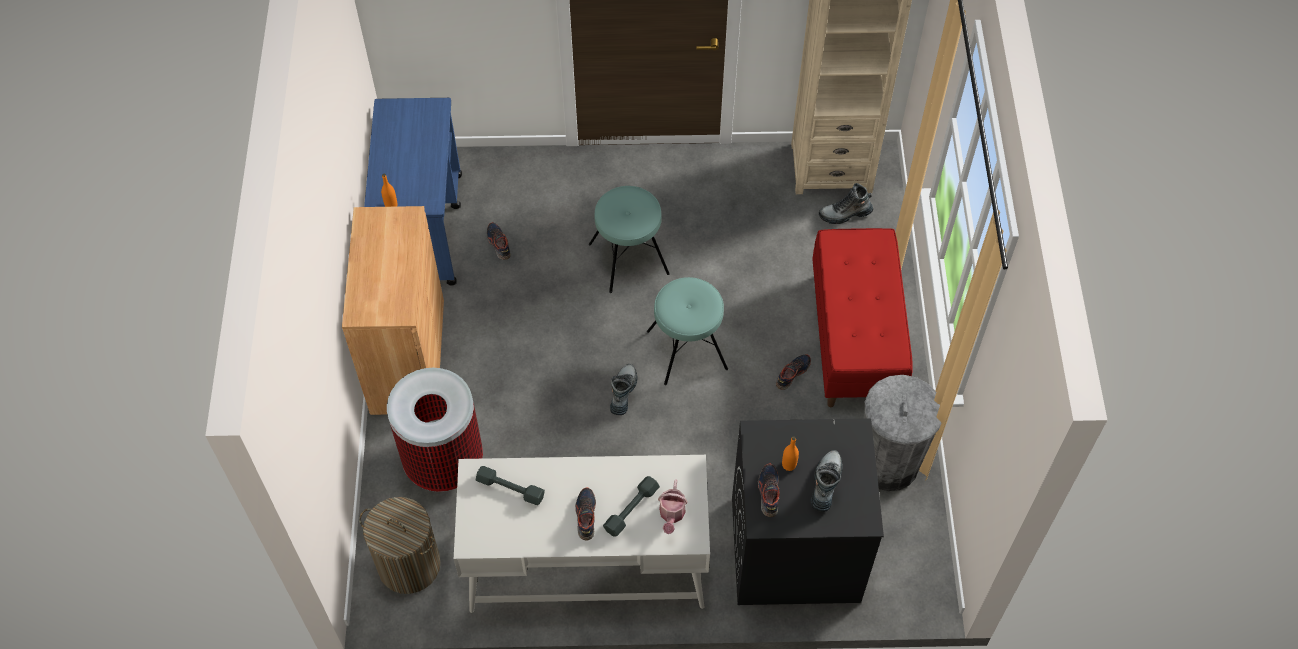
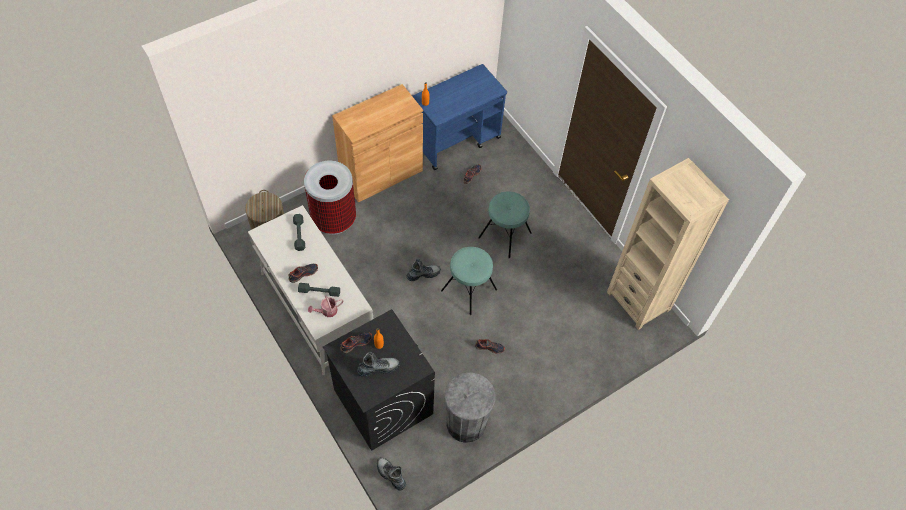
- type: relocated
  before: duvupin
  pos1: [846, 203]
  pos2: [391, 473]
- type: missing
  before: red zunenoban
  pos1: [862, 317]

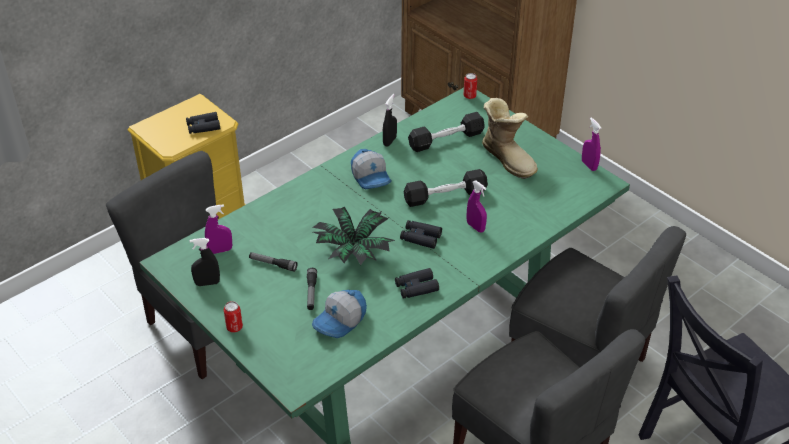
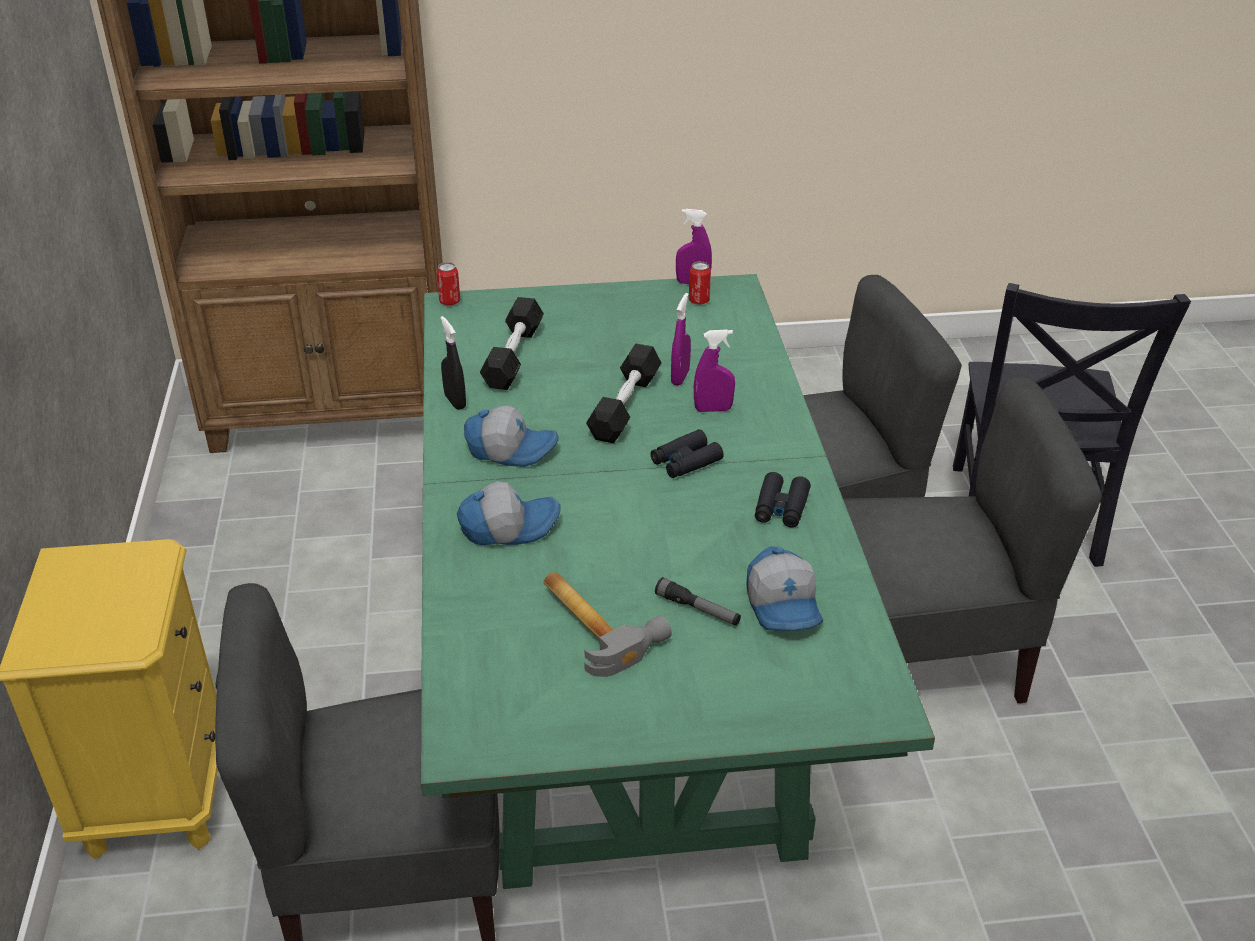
- type: appeared
  after: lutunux
  pos2: [509, 513]
- type: exchanged
  before: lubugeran
  after: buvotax
  pos1: [273, 262]
  pos2: [607, 624]
- type: relocated
  before: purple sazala
  pos1: [218, 229]
  pos2: [681, 339]
- type: relocated
  before: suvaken
  pos1: [233, 317]
  pos2: [700, 283]
- type: missing
  before: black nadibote
  pos1: [203, 123]
- type: missing
  before: black sazala
  pos1: [205, 262]
- type: missing
  before: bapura
  pos1: [353, 235]
- type: missing
  before: duvupin
  pos1: [510, 138]

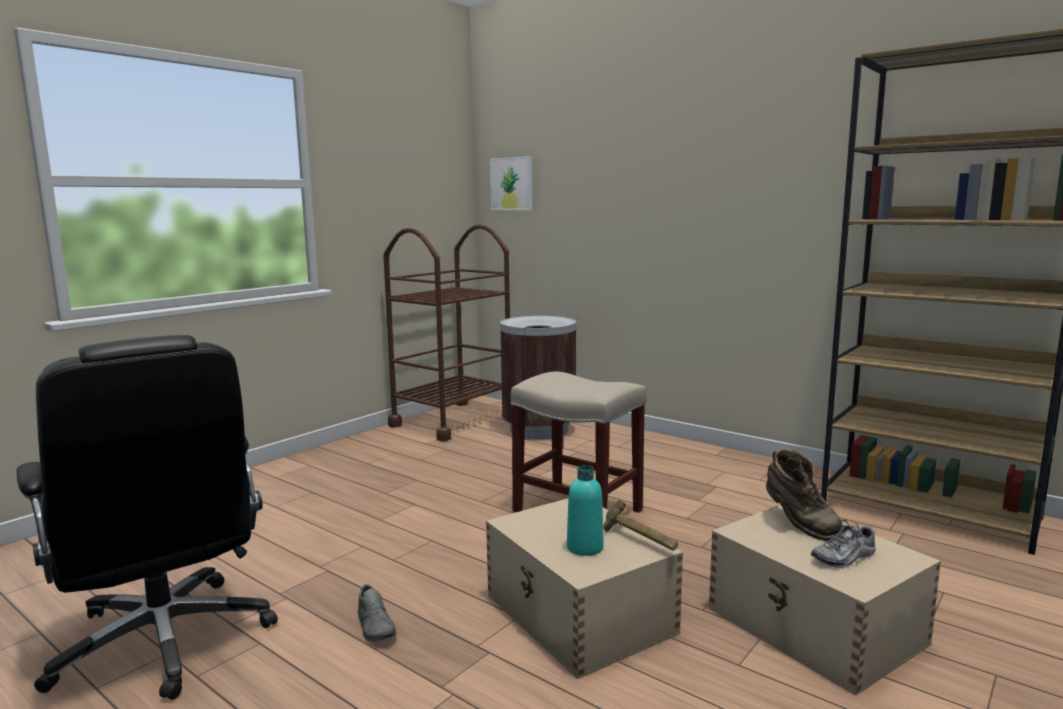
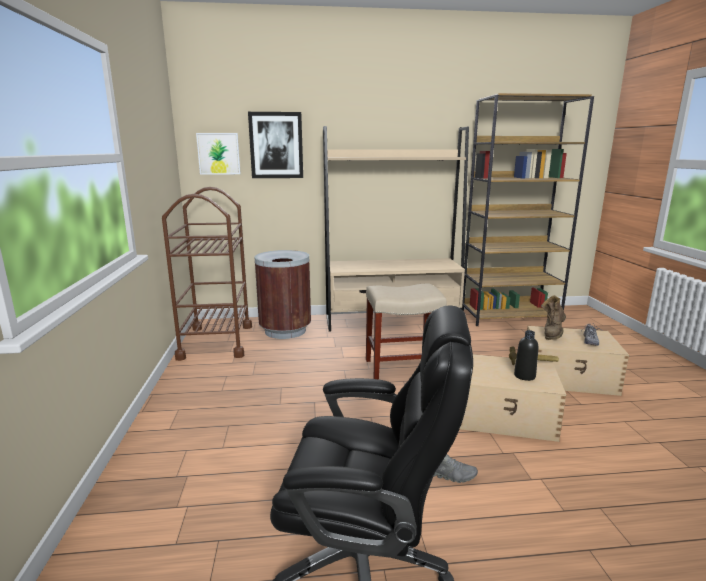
- type: appeared
  after: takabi
  pos2: [275, 145]
- type: appeared
  after: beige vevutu
  pos2: [396, 228]
- type: colour
  before: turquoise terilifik
  after: black terilifik
  pos1: [585, 510]
  pos2: [526, 355]
- type: spun
  before: brown duvupin
  pos1: [804, 494]
  pos2: [553, 317]
  turn: 105

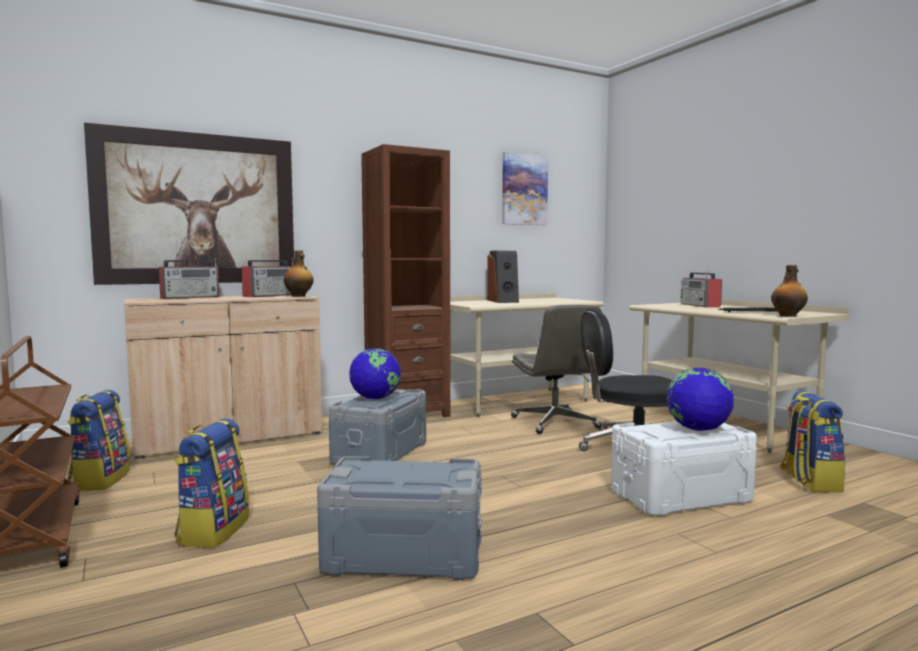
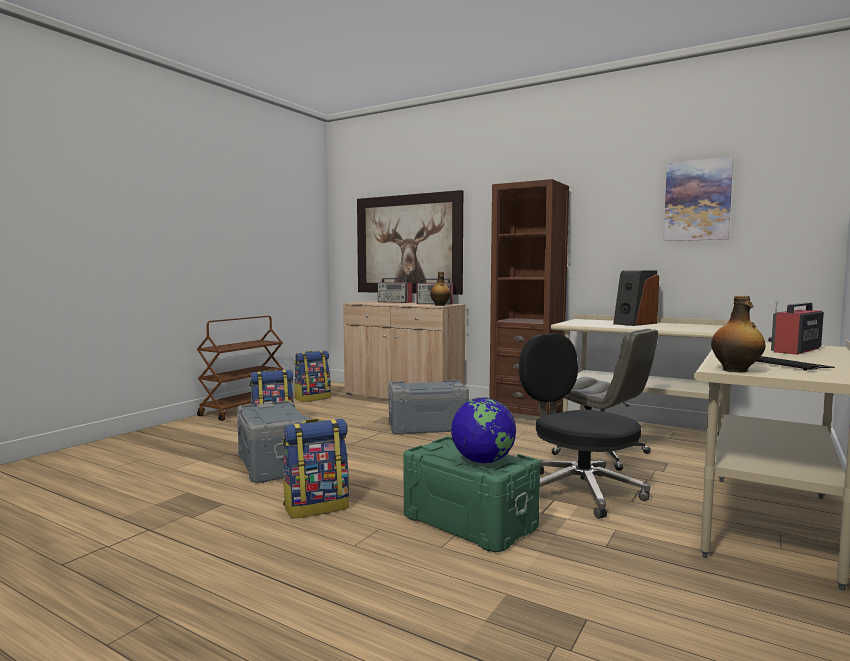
- type: relocated
  before: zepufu
  pos1: [813, 441]
  pos2: [315, 469]
- type: colour
  before: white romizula
  after: green romizula
  pos1: [684, 469]
  pos2: [471, 494]
- type: spun
  before: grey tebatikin
  pos1: [556, 369]
  pos2: [604, 400]
  turn: -90
- type: missing
  before: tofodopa
  pos1: [375, 373]

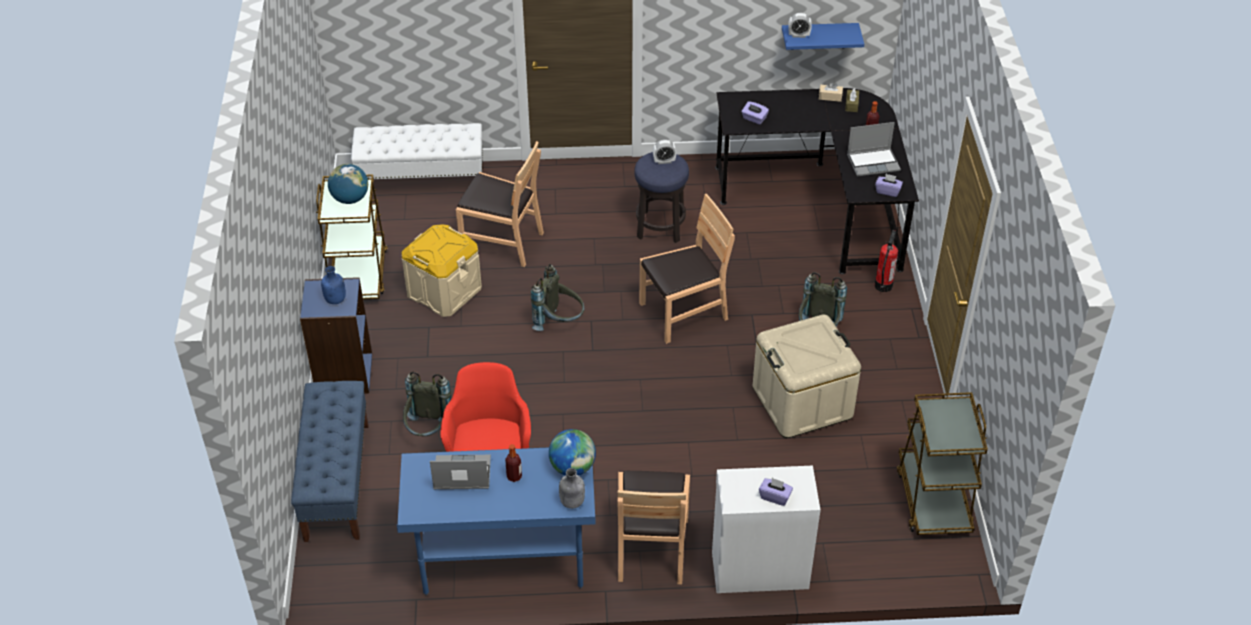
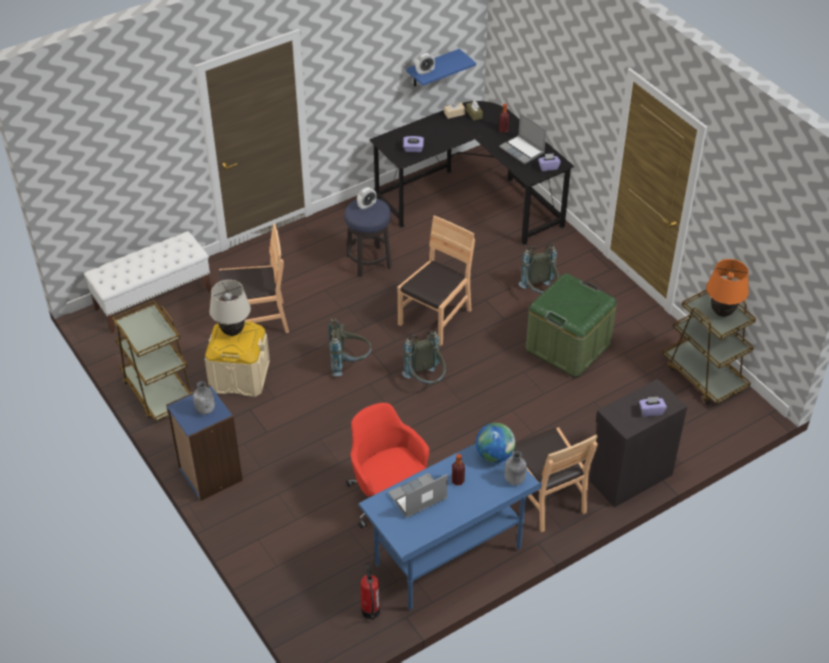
- type: colour
  before: blue terilifik
  after: grey terilifik
  pos1: [333, 285]
  pos2: [204, 398]
- type: appeared
  after: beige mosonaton
  pos2: [230, 308]
- type: relocated
  before: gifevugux
  pos1: [886, 261]
  pos2: [370, 591]
- type: relocated
  before: grey zepufu
  pos1: [427, 404]
  pos2: [424, 357]
- type: spun
  before: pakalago
  pos1: [874, 149]
  pos2: [522, 138]
  turn: 90
- type: colour
  before: beige romizula
  after: green romizula
  pos1: [807, 376]
  pos2: [571, 325]
- type: colour
  before: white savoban
  after: black savoban
  pos1: [766, 529]
  pos2: [638, 443]
- type: appeared
  after: orange mosonaton
  pos2: [727, 288]
- type: missing
  before: blue zunenoban
  pos1: [330, 461]
- type: missing
  before: tofodopa
  pos1: [348, 184]

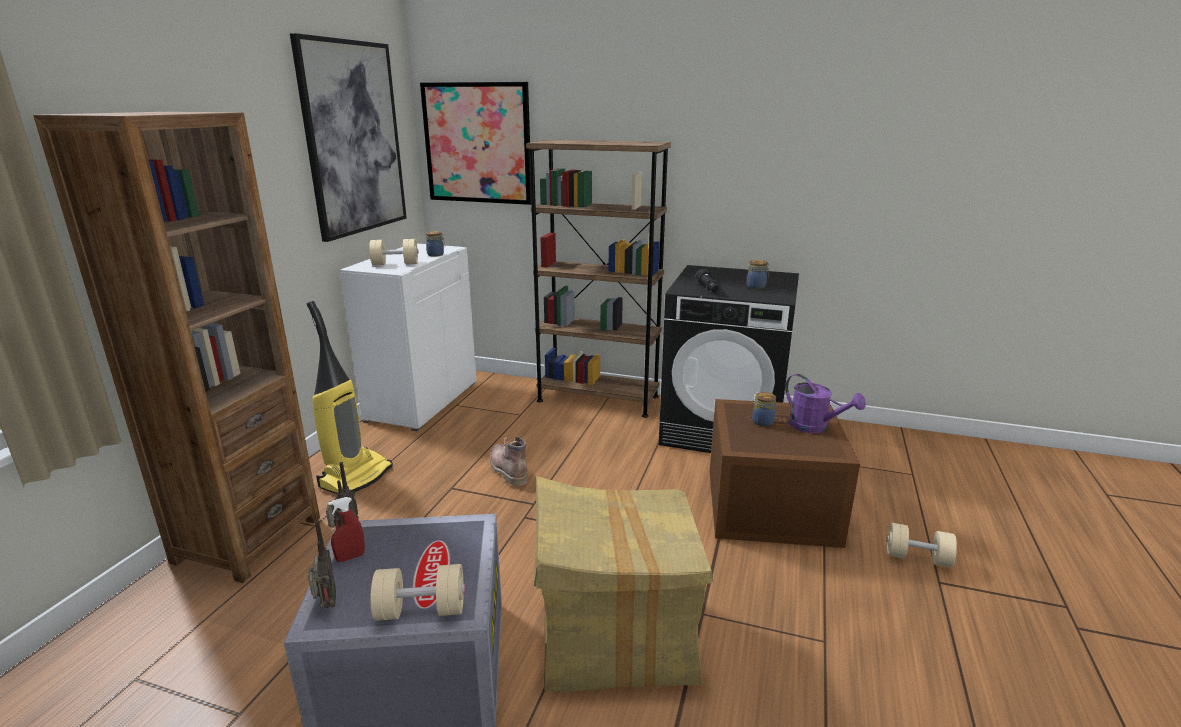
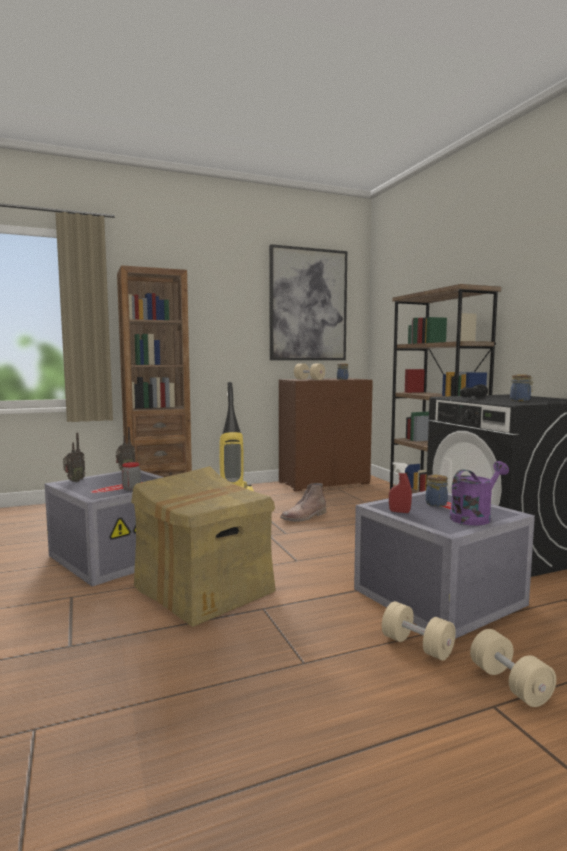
- type: appeared
  after: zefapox
  pos2: [131, 476]
- type: colour
  before: white savoban
  after: brown savoban
  pos1: [408, 337]
  pos2: [326, 435]
- type: spun
  before: brown duvupin
  pos1: [509, 461]
  pos2: [303, 502]
  turn: -150
- type: colour
  before: brown romizula
  after: grey romizula
  pos1: [785, 473]
  pos2: [444, 565]
- type: relocated
  before: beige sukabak
  pos1: [417, 592]
  pos2: [419, 631]
- type: relocated
  before: red sazala
  pos1: [346, 529]
  pos2: [400, 487]
- type: spun
  before: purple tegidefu
  pos1: [825, 403]
  pos2: [479, 493]
  turn: -135
- type: missing
  before: takabi
  pos1: [475, 143]

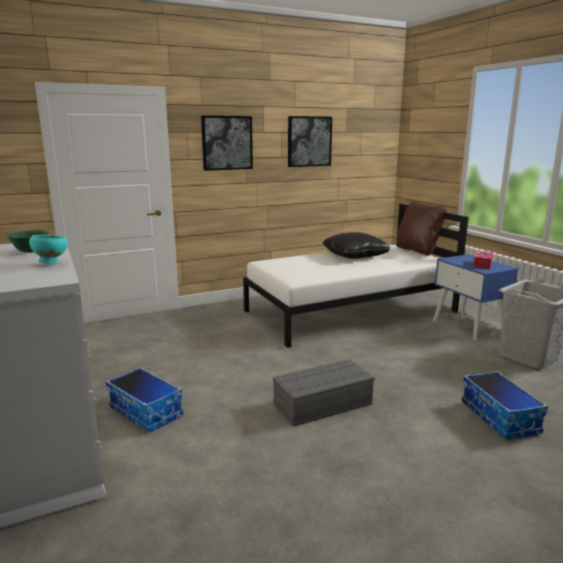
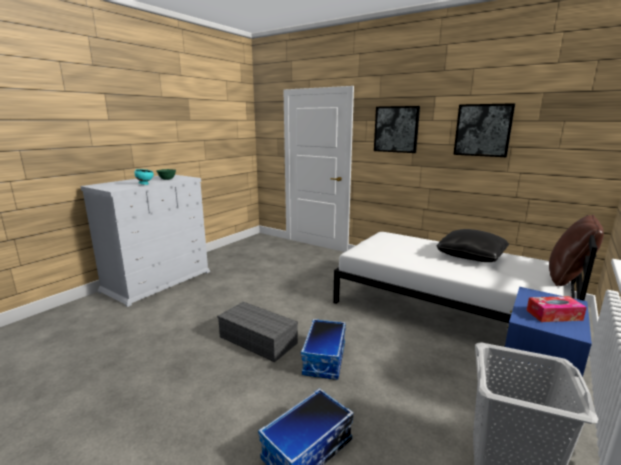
- type: relocated
  before: romizula
  pos1: [144, 400]
  pos2: [323, 349]

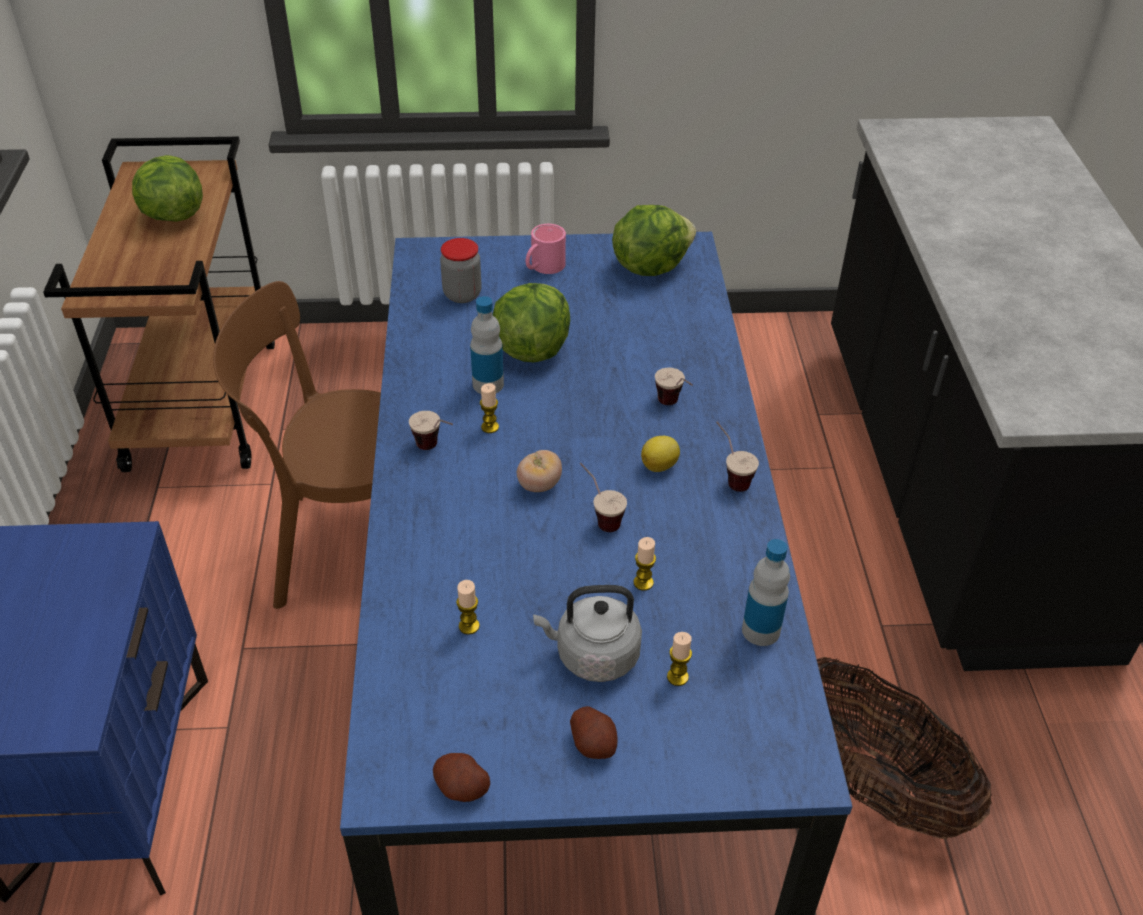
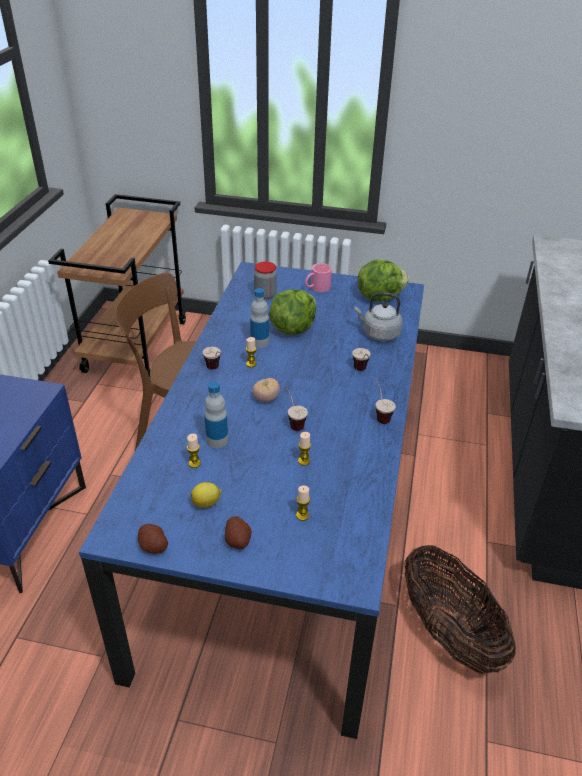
- type: relocated
  before: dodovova
  pos1: [660, 454]
  pos2: [206, 495]
- type: relocated
  before: terilifik
  pos1: [766, 592]
  pos2: [216, 414]
- type: relocated
  before: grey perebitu
  pos1: [587, 633]
  pos2: [378, 316]
- type: missing
  before: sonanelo
  pos1: [167, 188]

